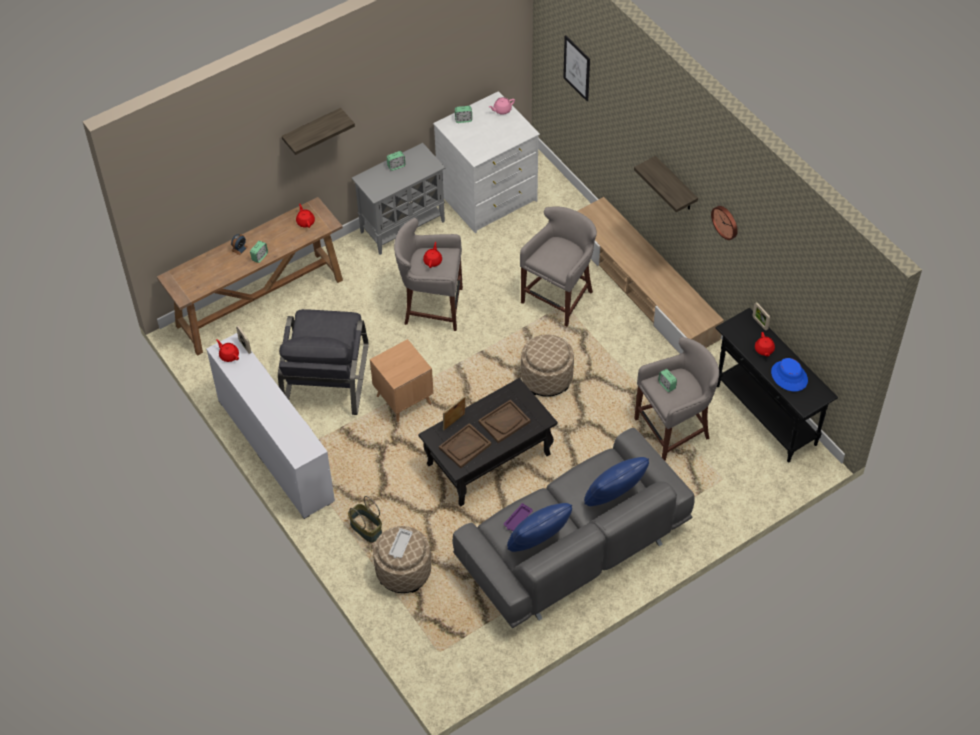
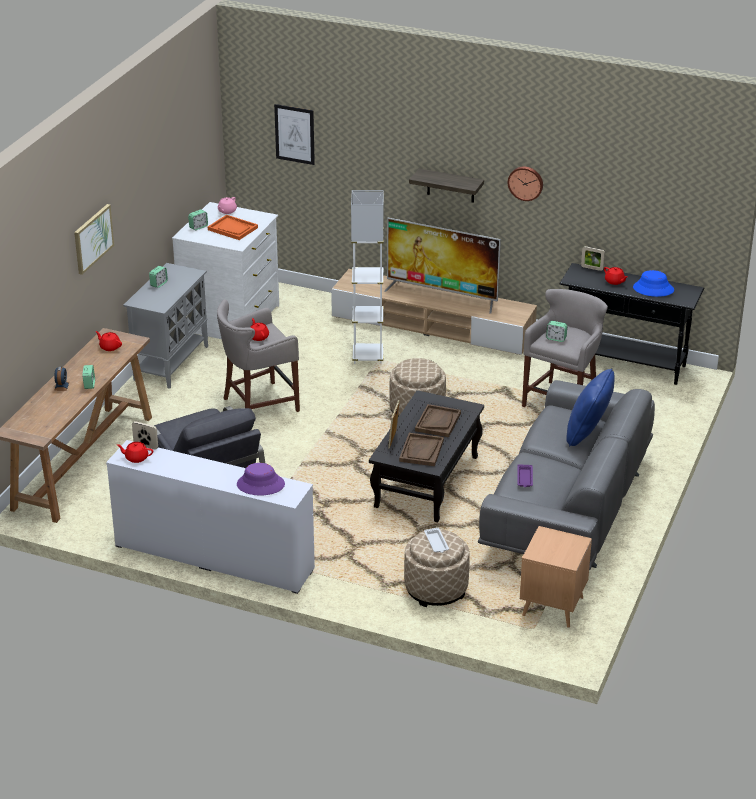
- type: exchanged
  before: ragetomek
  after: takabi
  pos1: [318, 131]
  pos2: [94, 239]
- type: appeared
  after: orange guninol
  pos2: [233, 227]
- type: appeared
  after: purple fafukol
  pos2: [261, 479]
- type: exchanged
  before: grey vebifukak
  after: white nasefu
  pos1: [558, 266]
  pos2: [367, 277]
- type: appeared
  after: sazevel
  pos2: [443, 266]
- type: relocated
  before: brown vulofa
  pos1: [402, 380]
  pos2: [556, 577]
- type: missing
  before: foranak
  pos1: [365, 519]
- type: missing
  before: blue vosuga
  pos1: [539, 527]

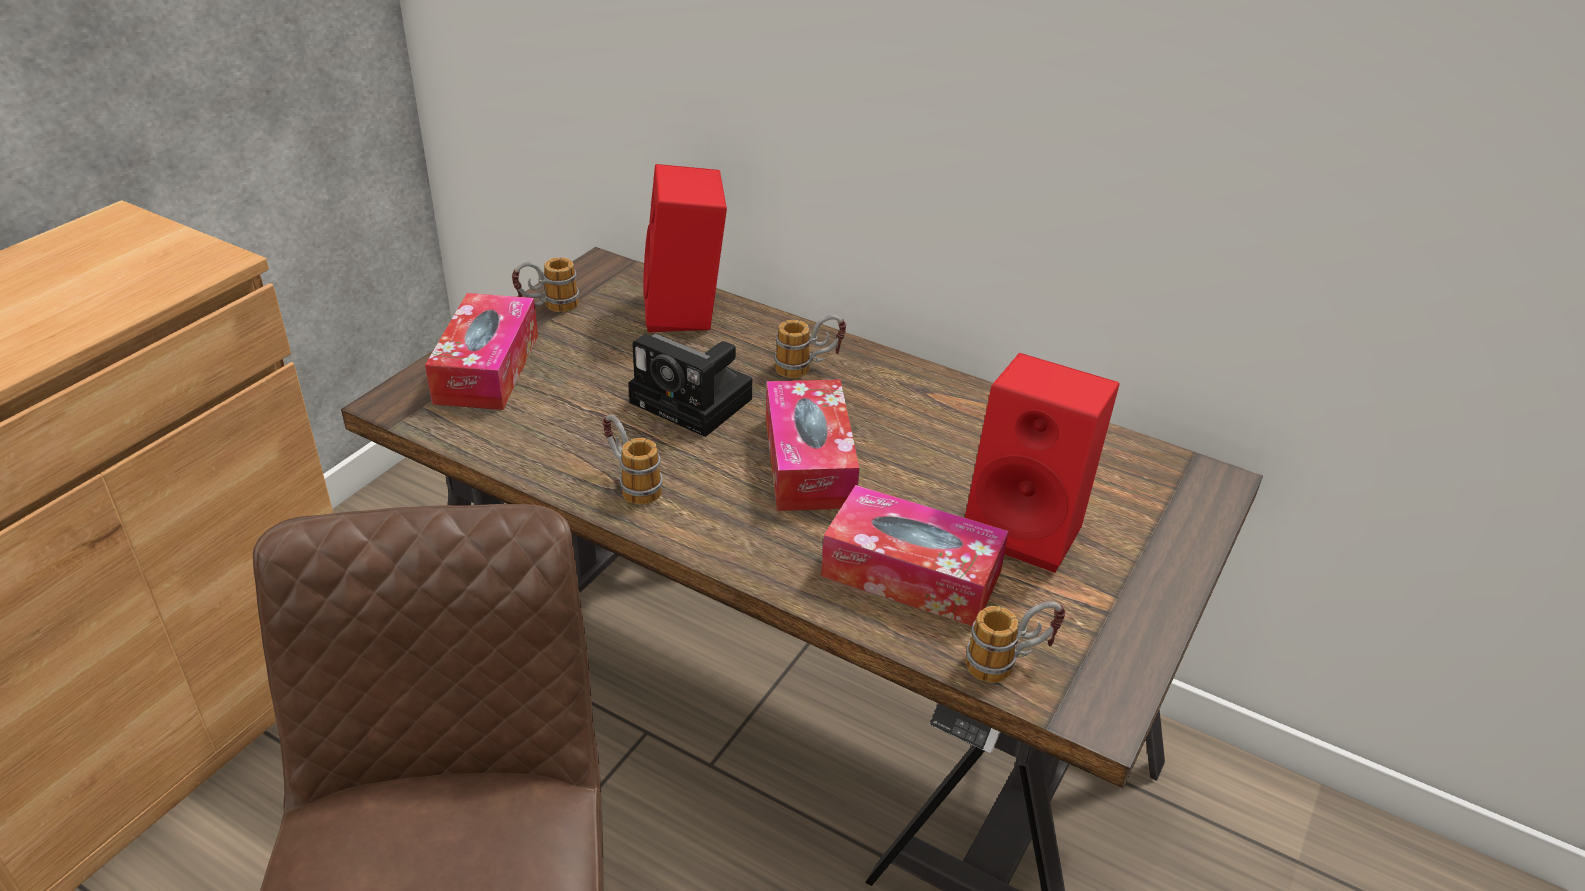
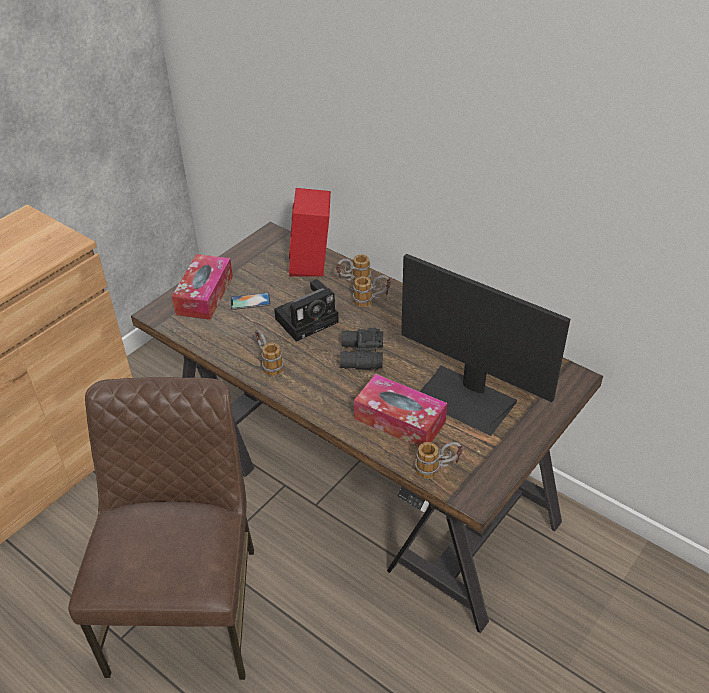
- type: appeared
  after: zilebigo
  pos2: [250, 301]
- type: spun
  before: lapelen
  pos1: [690, 385]
  pos2: [306, 310]
  turn: -75
- type: relocated
  before: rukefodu
  pos1: [545, 284]
  pos2: [353, 267]
- type: exchanged
  before: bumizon
  after: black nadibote
  pos1: [813, 445]
  pos2: [361, 348]
- type: exchanged
  before: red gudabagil
  after: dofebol
  pos1: [1042, 463]
  pos2: [485, 345]

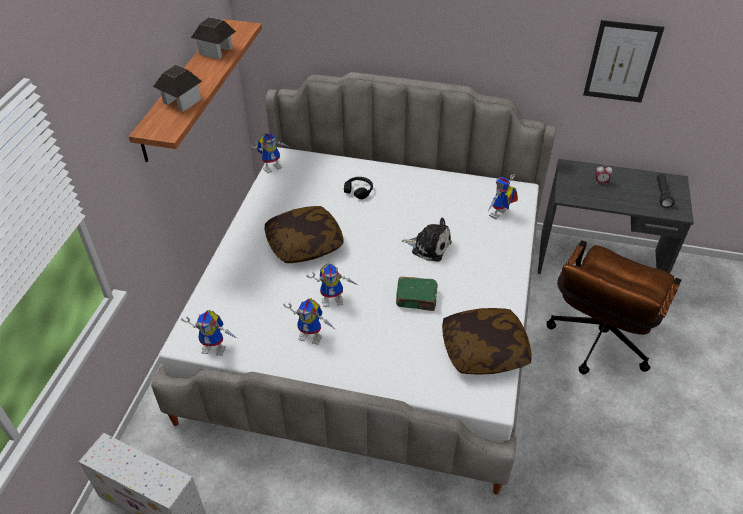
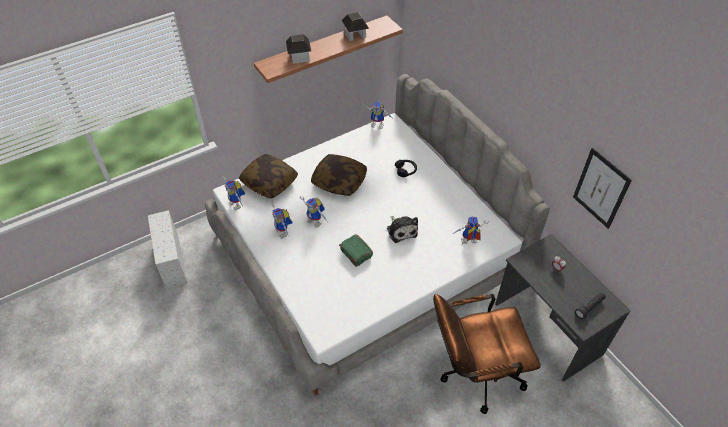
- type: relocated
  before: vosuga
  pos1: [487, 341]
  pos2: [268, 176]

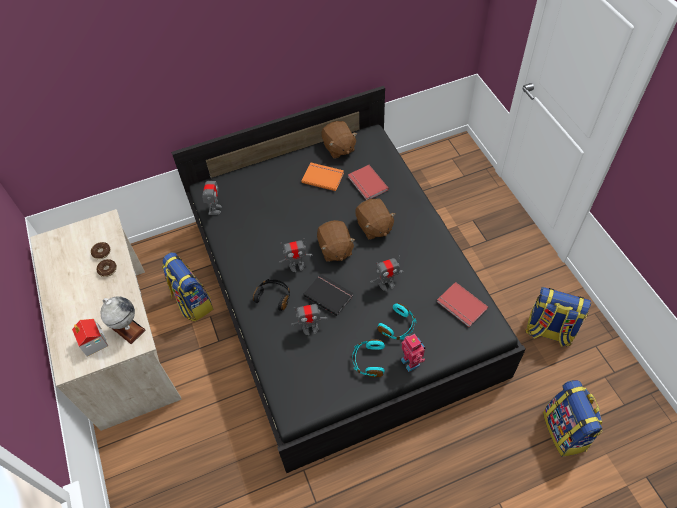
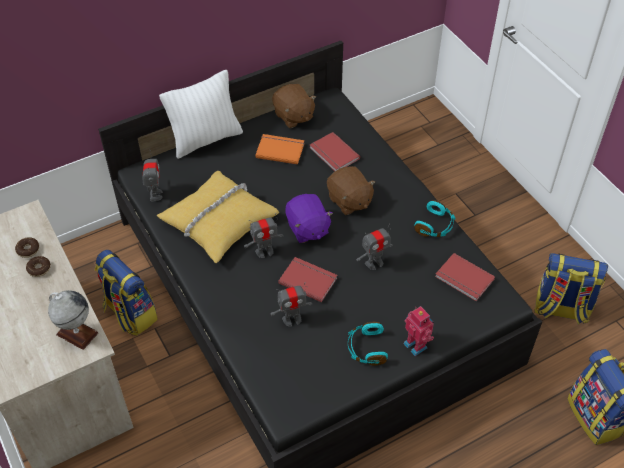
- type: appeared
  after: yellow vosuga
  pos2: [218, 217]
- type: appeared
  after: white vosuga
  pos2: [201, 114]
- type: colour
  before: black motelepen
  after: red motelepen
  pos1: [328, 295]
  pos2: [307, 280]
- type: colour
  before: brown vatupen
  after: purple vatupen
  pos1: [336, 241]
  pos2: [309, 218]
- type: relocated
  before: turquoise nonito
  pos1: [397, 321]
  pos2: [434, 218]
- type: missing
  before: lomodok
  pos1: [90, 337]
- type: missing
  before: black nonito
  pos1: [271, 295]

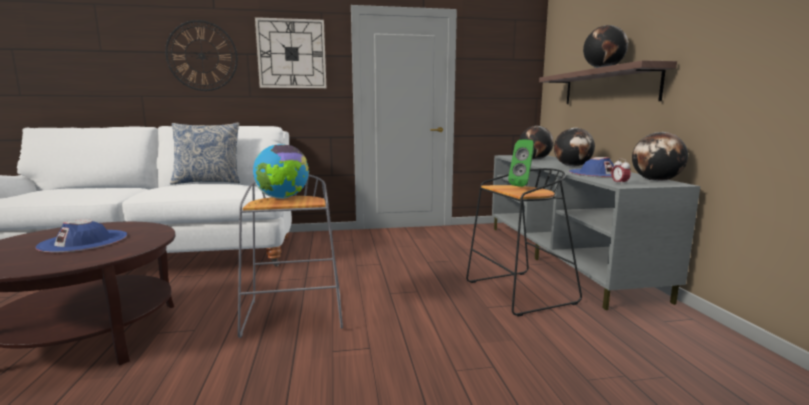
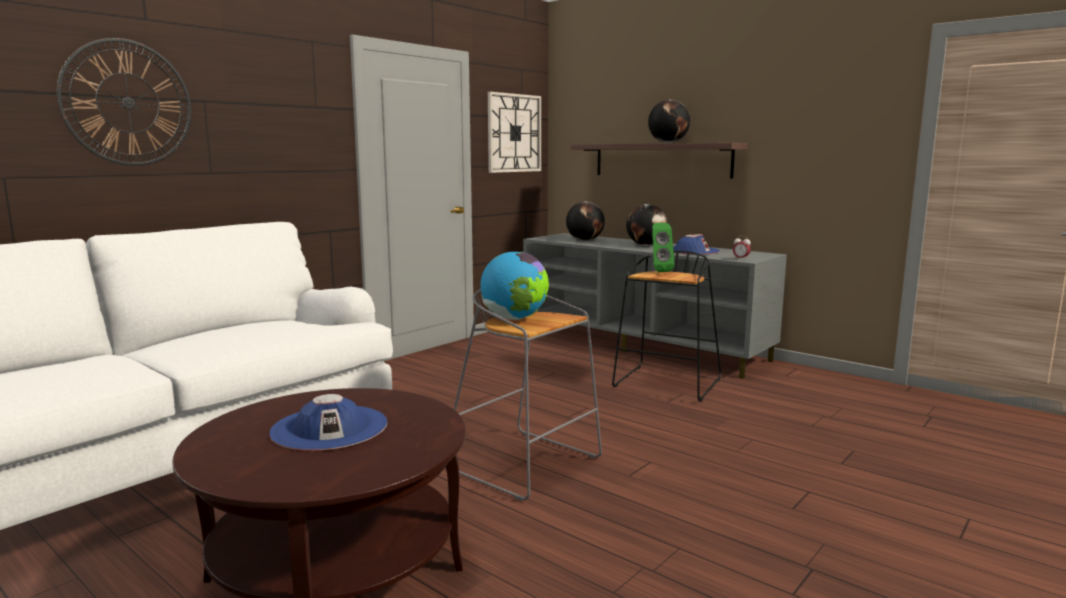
- type: relocated
  before: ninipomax
  pos1: [290, 52]
  pos2: [514, 132]
- type: missing
  before: vosuga
  pos1: [205, 154]
- type: missing
  before: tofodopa
  pos1: [660, 156]

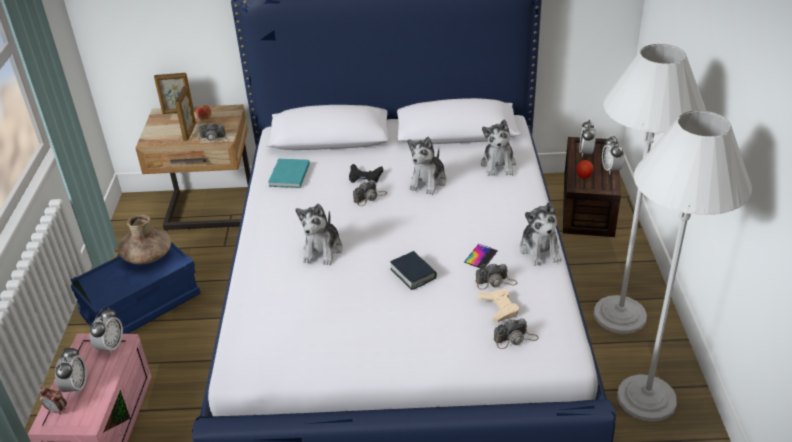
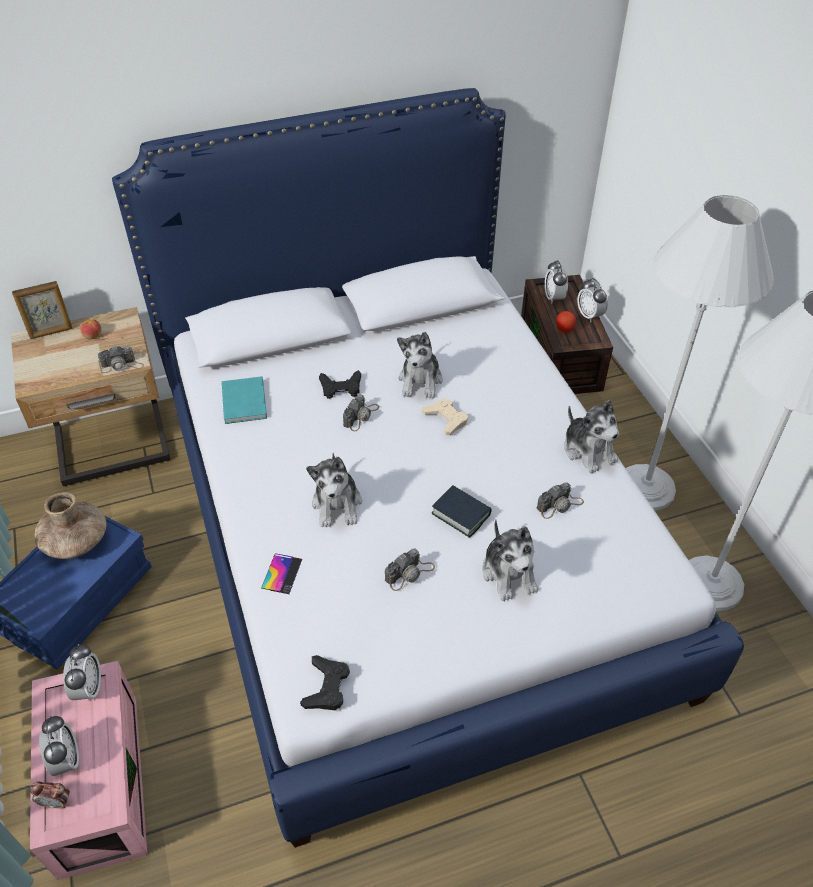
- type: relocated
  before: zilebigo
  pos1: [481, 256]
  pos2: [281, 573]
- type: appeared
  after: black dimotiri
  pos2: [325, 682]
- type: relocated
  before: lapelen
  pos1: [516, 334]
  pos2: [410, 570]
- type: relocated
  before: beige dimotiri
  pos1: [498, 305]
  pos2: [445, 416]
- type: relocated
  before: vatupen
  pos1: [498, 147]
  pos2: [510, 560]
- type: missing
  before: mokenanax
  pos1: [185, 113]

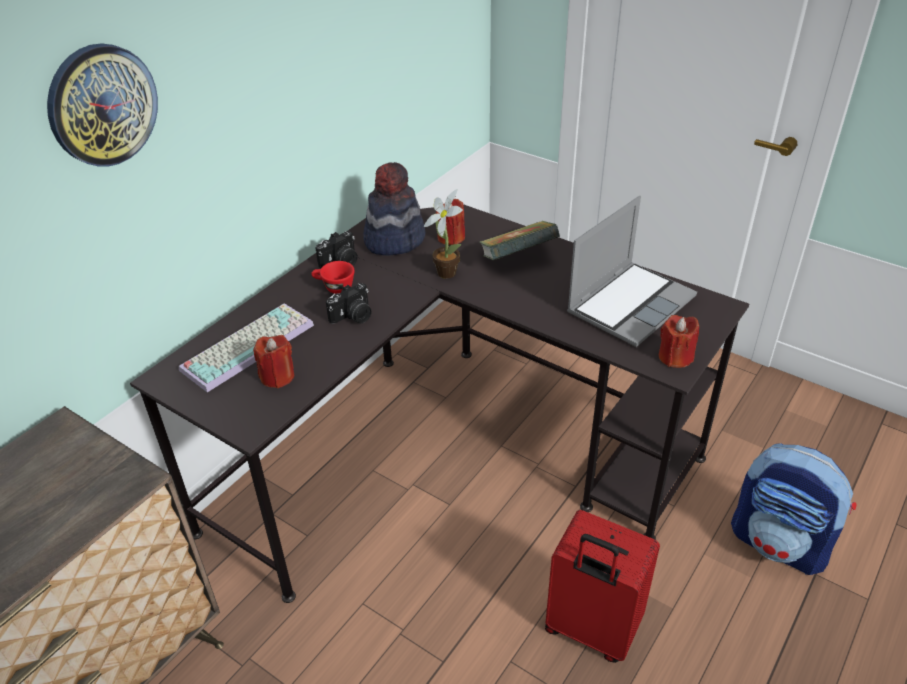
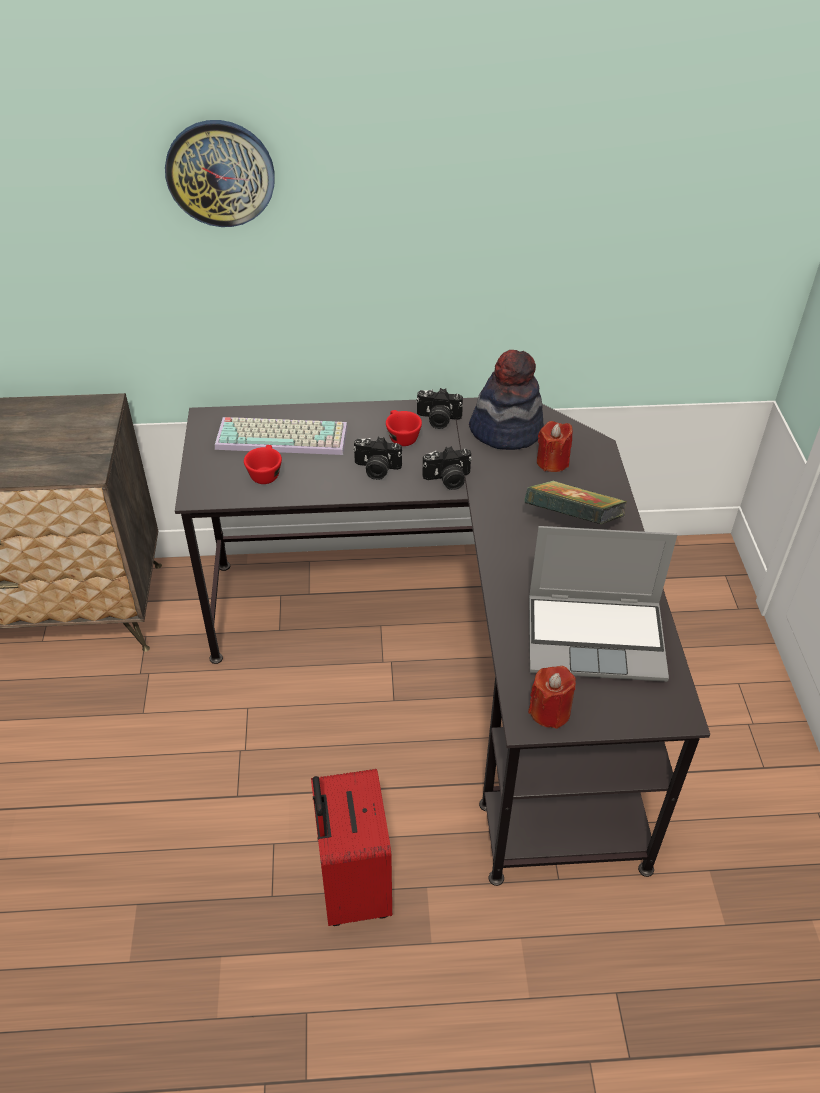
- type: exchanged
  before: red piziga
  after: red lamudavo
  pos1: [273, 361]
  pos2: [263, 464]
- type: appeared
  after: lapelen
  pos2: [447, 468]
- type: missing
  before: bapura
  pos1: [443, 234]
- type: missing
  before: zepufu
  pos1: [793, 509]

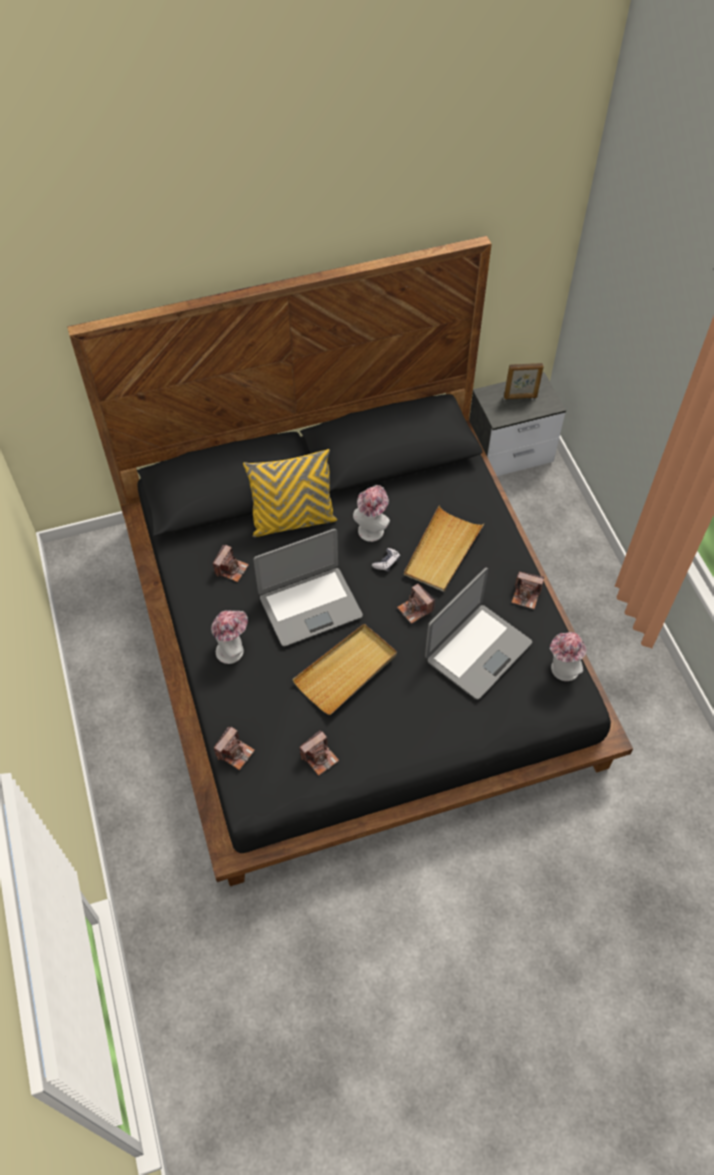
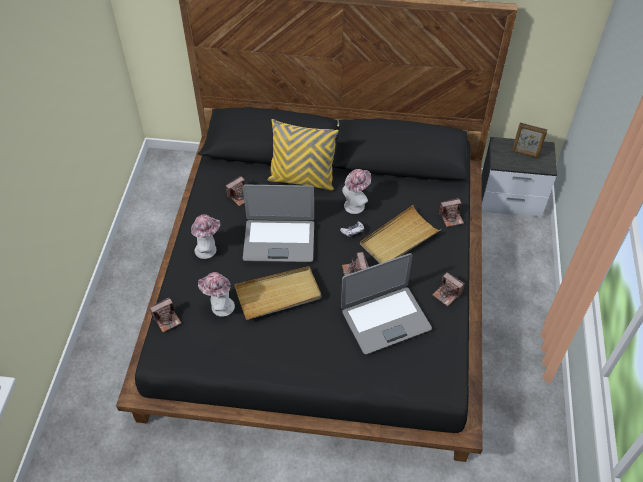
- type: relocated
  before: fafukol
  pos1: [568, 656]
  pos2: [216, 294]
- type: relocated
  before: lapelen
  pos1: [319, 752]
  pos2: [451, 212]

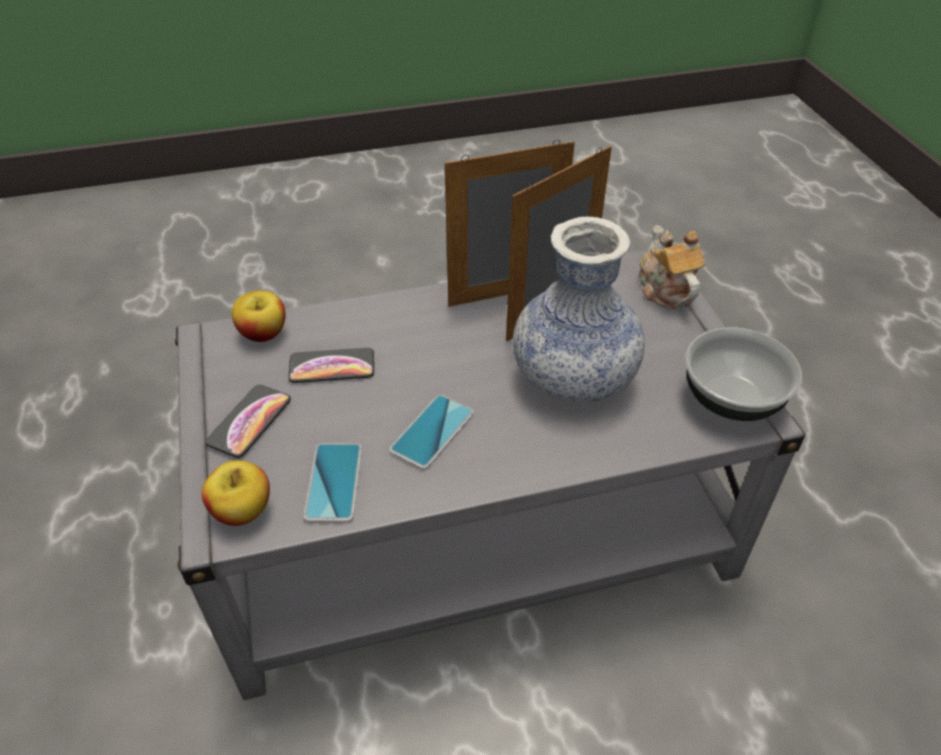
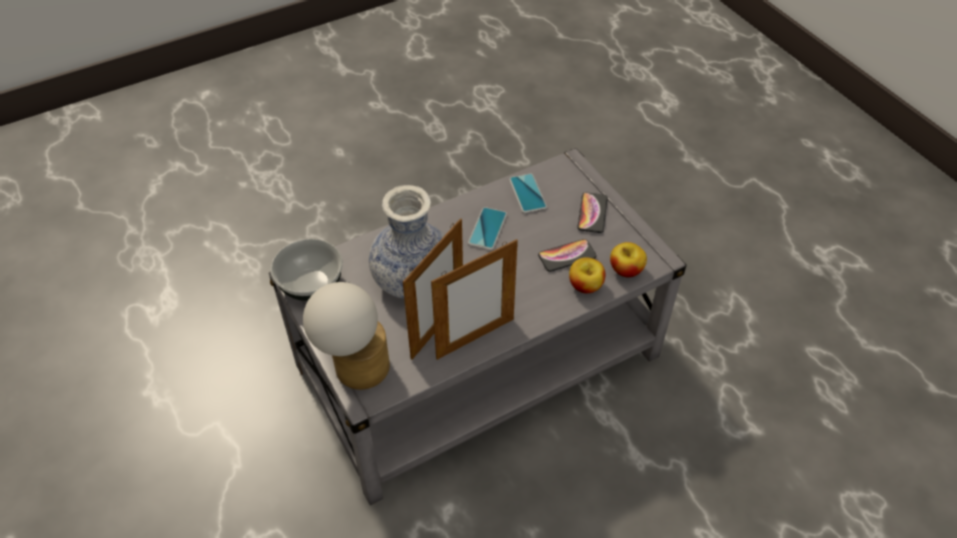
- type: exchanged
  before: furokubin
  after: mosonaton
  pos1: [672, 267]
  pos2: [346, 336]
- type: relocated
  before: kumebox
  pos1: [235, 493]
  pos2: [587, 275]

